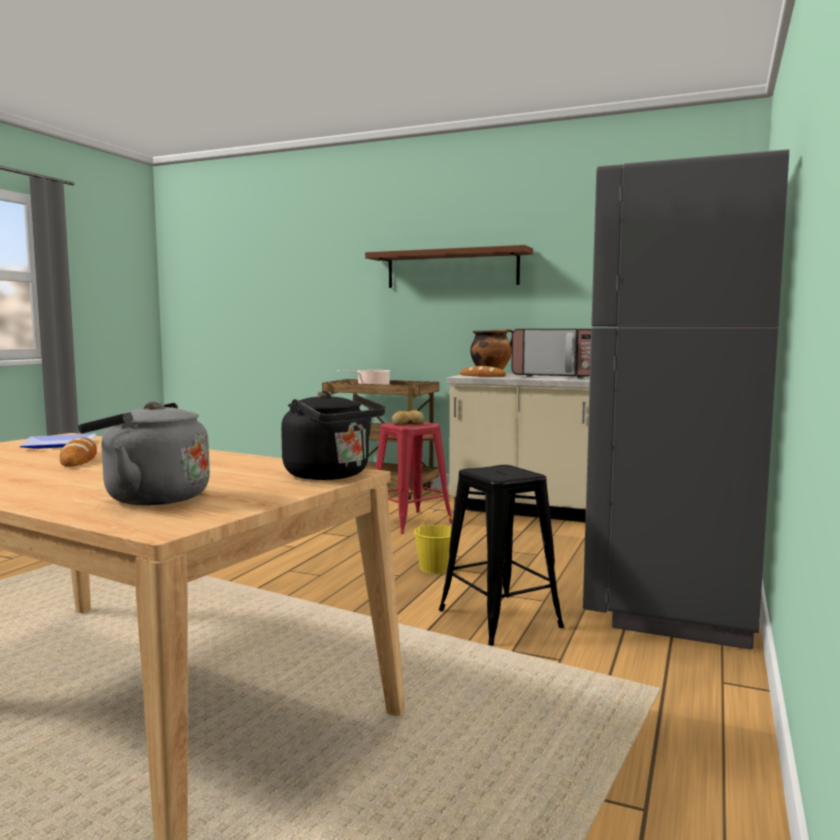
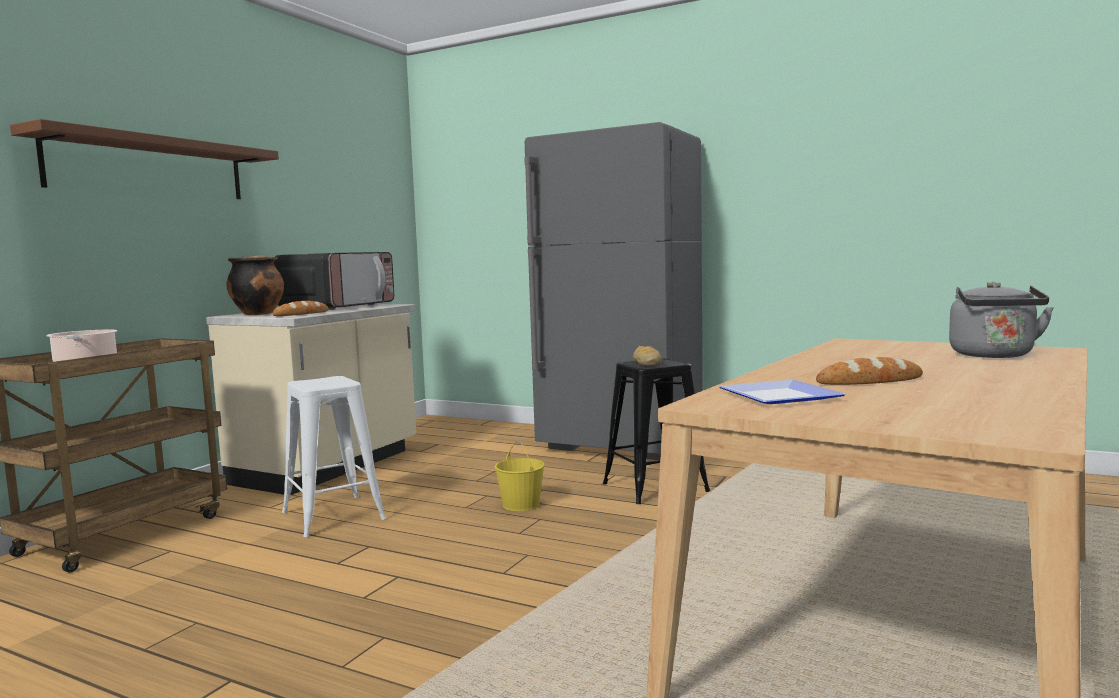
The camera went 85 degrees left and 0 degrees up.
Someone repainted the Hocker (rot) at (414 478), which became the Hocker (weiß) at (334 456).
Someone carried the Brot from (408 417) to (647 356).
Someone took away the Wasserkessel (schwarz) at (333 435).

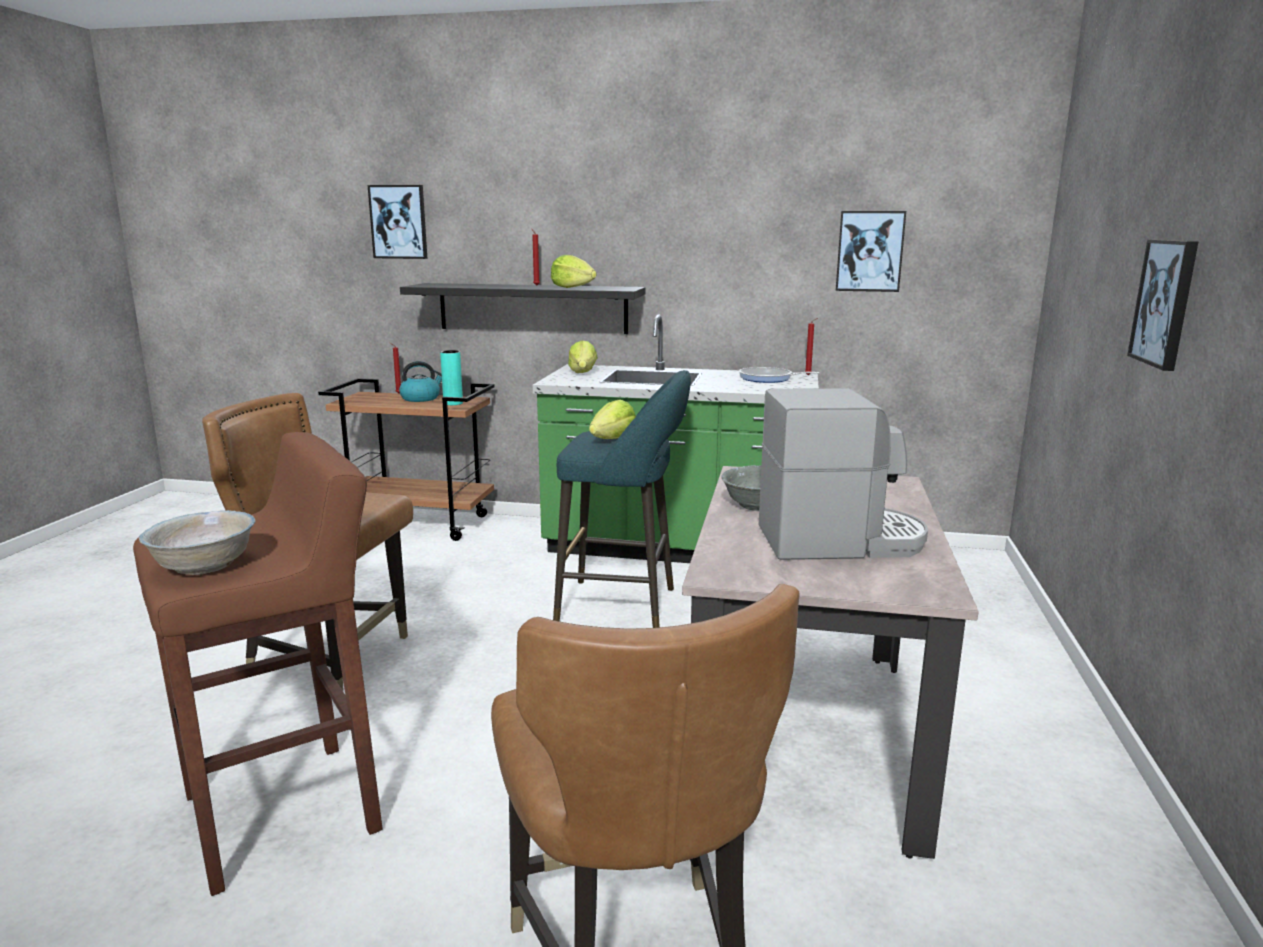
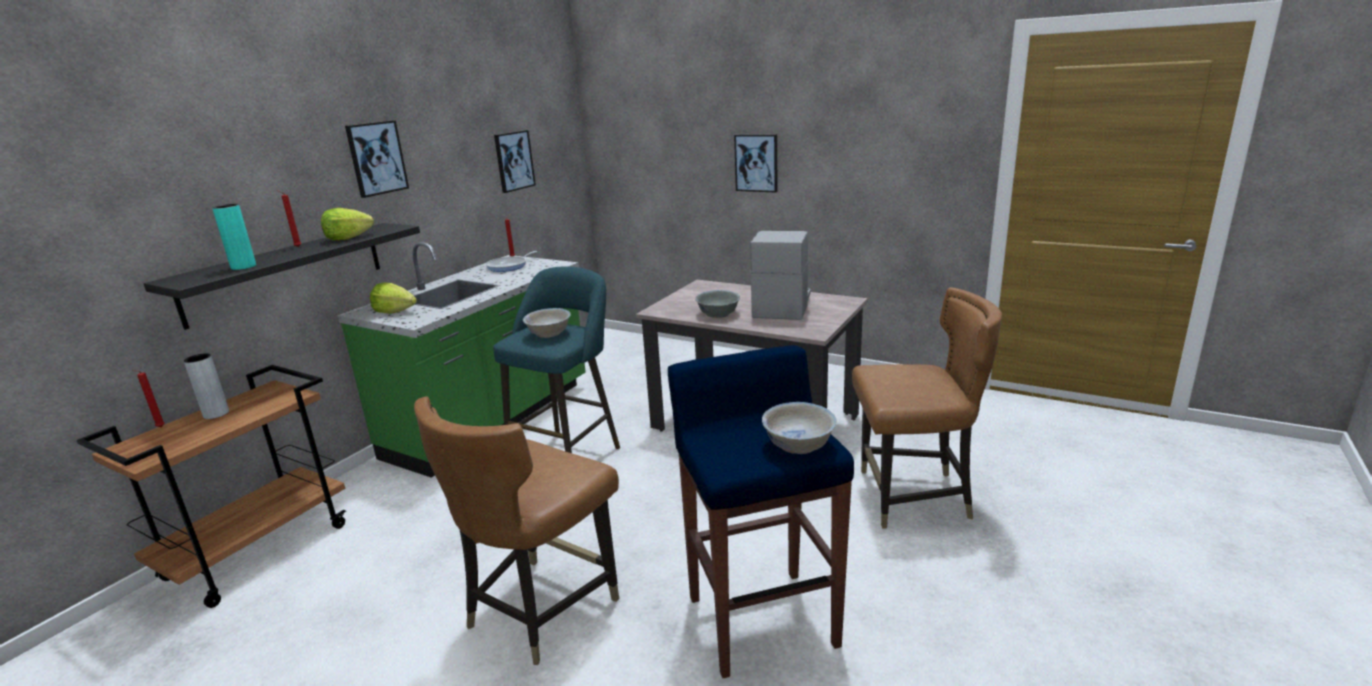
The camera went 70 degrees left and 5 degrees up.
Someone swapped the Wasserkessel at (420 381) for the Vase (grau) at (206 386).
Someone carried the Vase (türkis) from (451 377) to (234 237).
Someone carried the Bild from (397 222) to (377 159).
Someone swapped the Salatkopf at (612 419) for the Schüssel (weiß) at (547 323).
Someone repainted the Hocker (braun) at (258 664), which became the Hocker (blau) at (761 511).

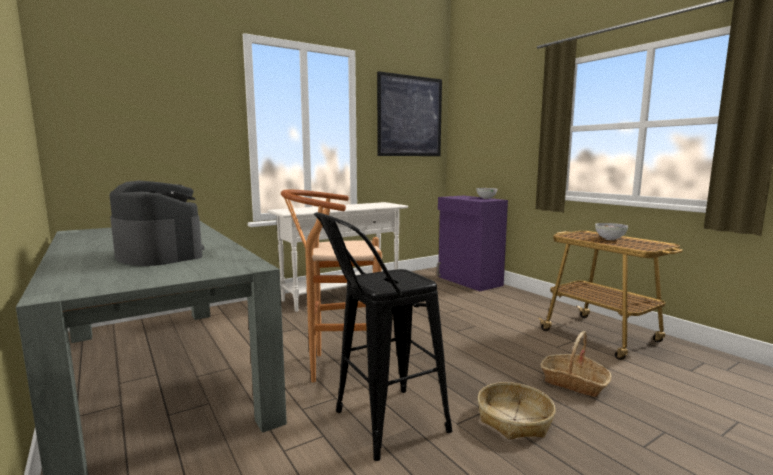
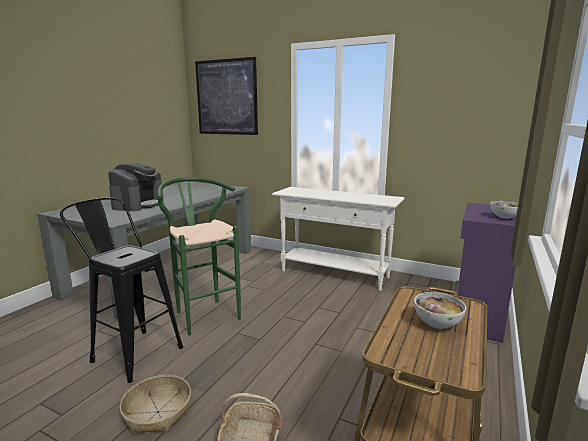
The camera went 60 degrees right and 5 degrees up.
Someone repainted the Hocker (braun) at (331 286), which became the Hocker (grün) at (199 256).
Someone carried the Bild from (409 113) to (226 96).

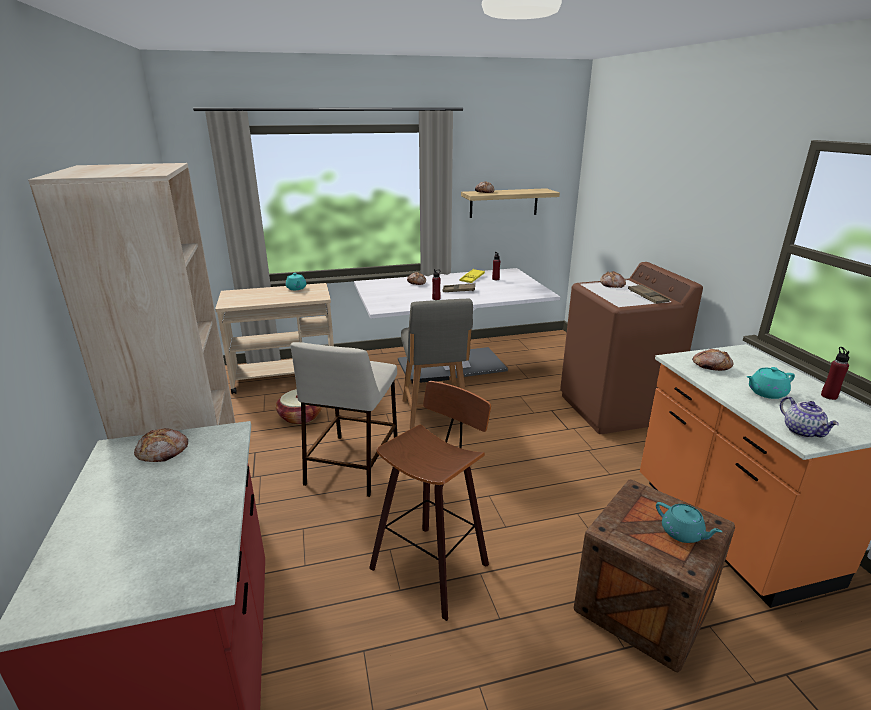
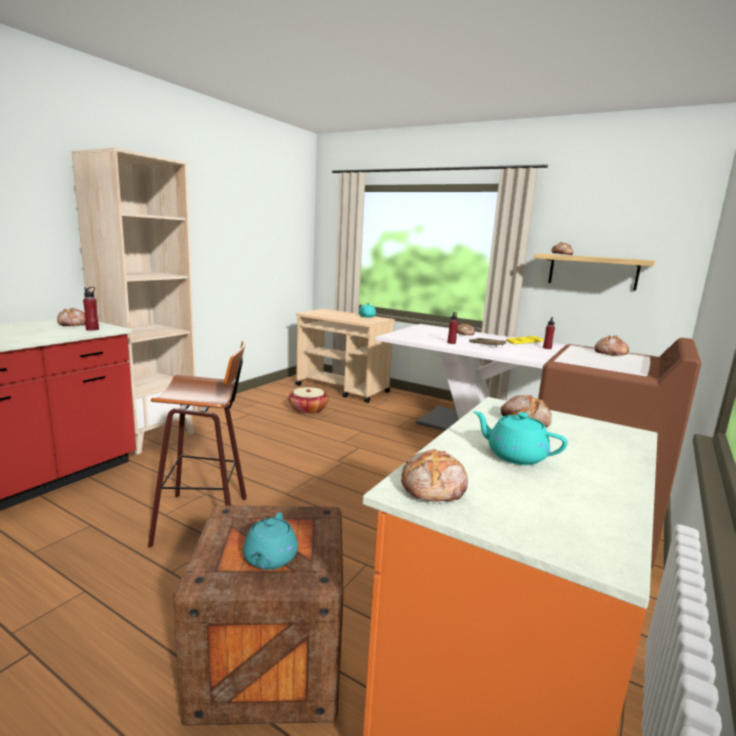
The camera went 45 degrees right and 10 degrees down.
Someone carried the Flasche (rot) from (835 373) to (91 309).
Someone swapped the Teekanne at (809 417) for the Brot at (434 475).
Someone took away the Hocker (beige) at (344 419).
Someone took away the Stuhl (grau) at (437 364).
Someone took away the Tablett (braun) at (649 294).

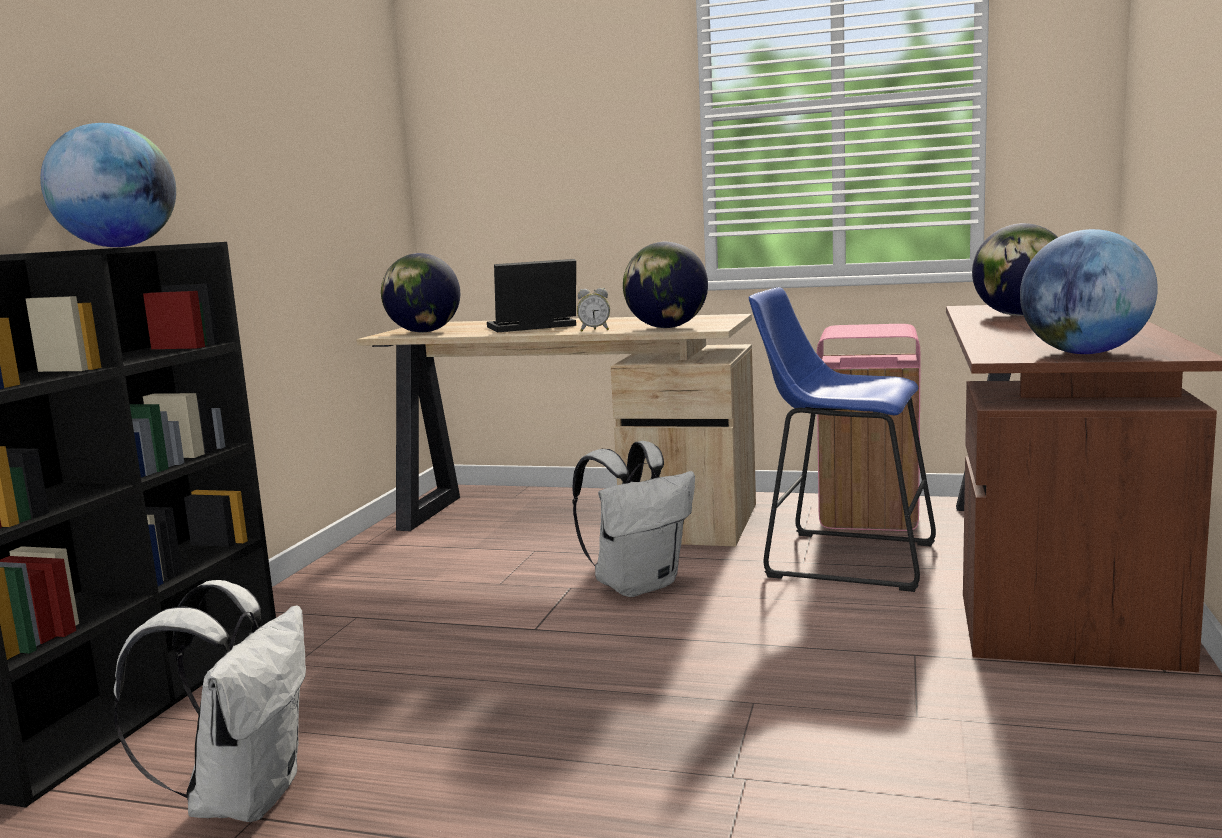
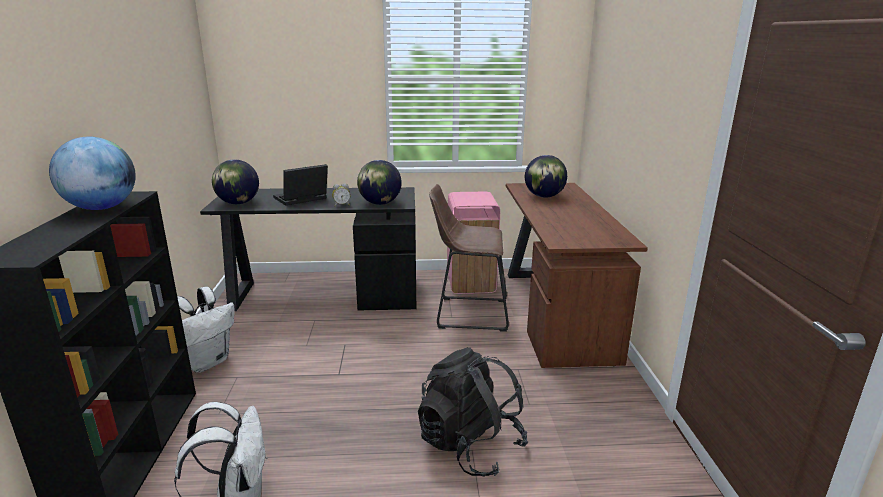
The camera went 20 degrees left and 10 degrees up.
Someone carried the Rucksack (weiß) from (633 519) to (206 329).
Someone repainted the Schreibtisch (beige) at (556 430), which became the Schreibtisch (schwarz) at (308 249).
Someone put down the Rucksack (schwarz) at (473 412).
Someone repainted the Hocker (blau) at (842 439), which became the Hocker (braun) at (469 258).
Someone took away the Globus at (1089 291).

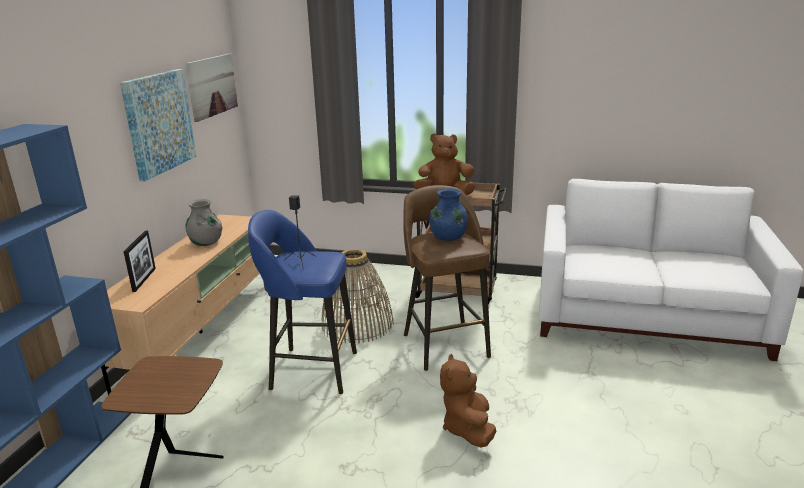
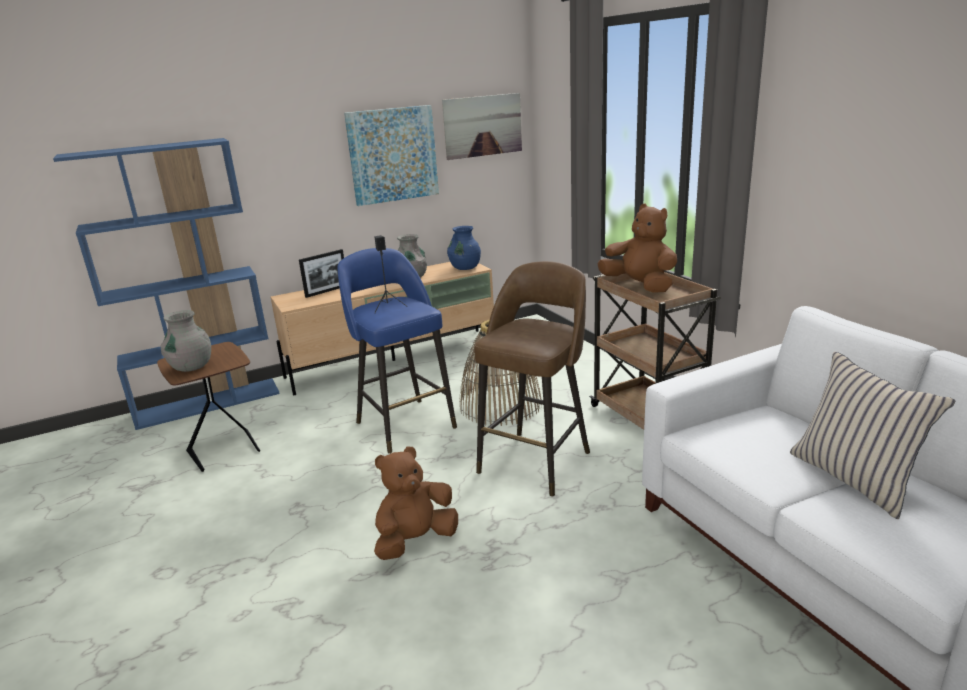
The camera went 50 degrees right and 0 degrees up.
Someone put down the Vase (grau) at (186 341).
Someone carried the Vase (blau) from (448 214) to (464 248).
Someone put down the Kissen (beige) at (873 435).

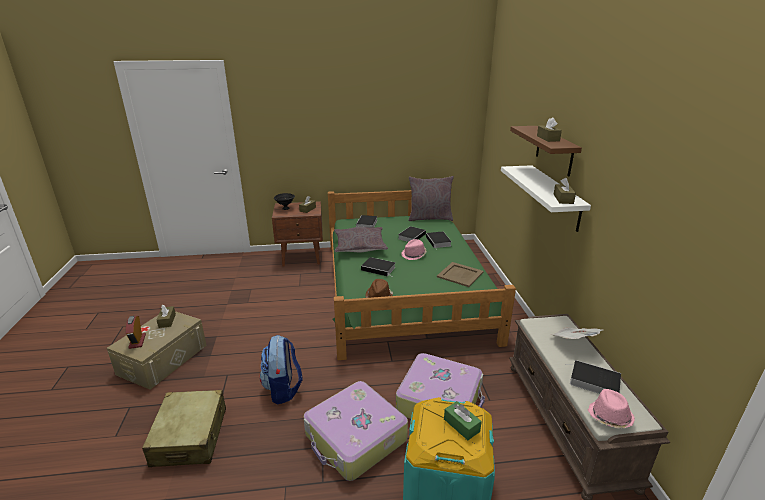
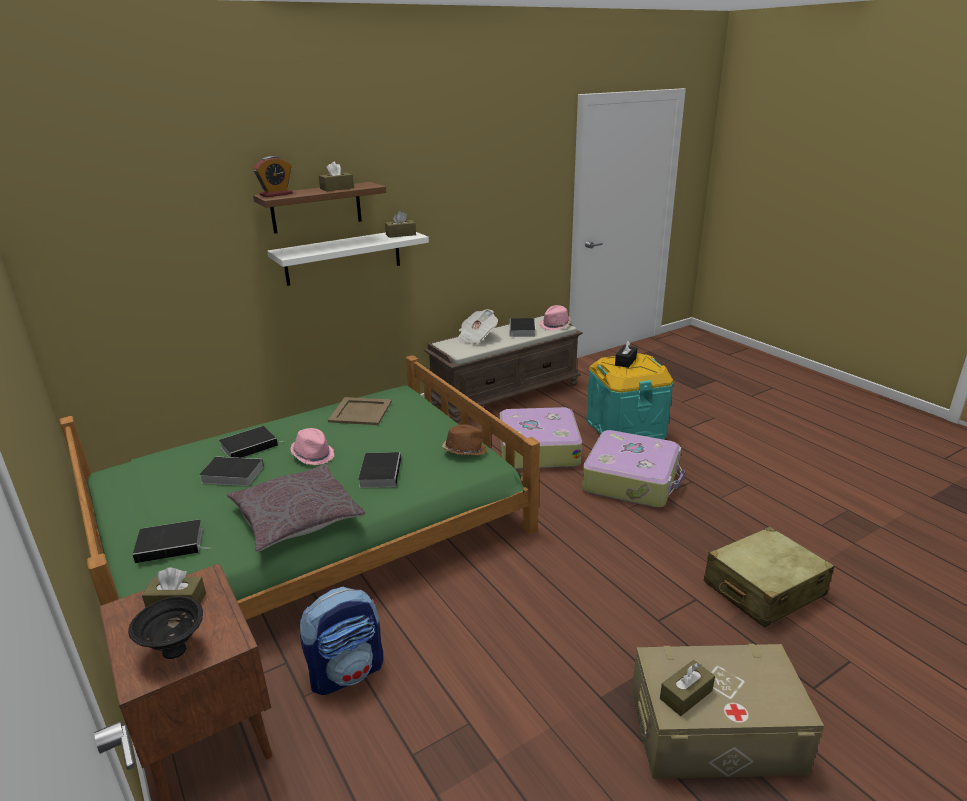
The camera went 115 degrees left and 0 degrees up.
Someone carried the Wecker from (136 332) to (273 176).
Someone carried the Rucksack from (281 370) to (341 641).
Someone repainted the Taschentuchbox (grün) at (463 420), which became the Taschentuchbox (schwarz) at (626 354).
Someone took away the Kissen (grau) at (431 198).

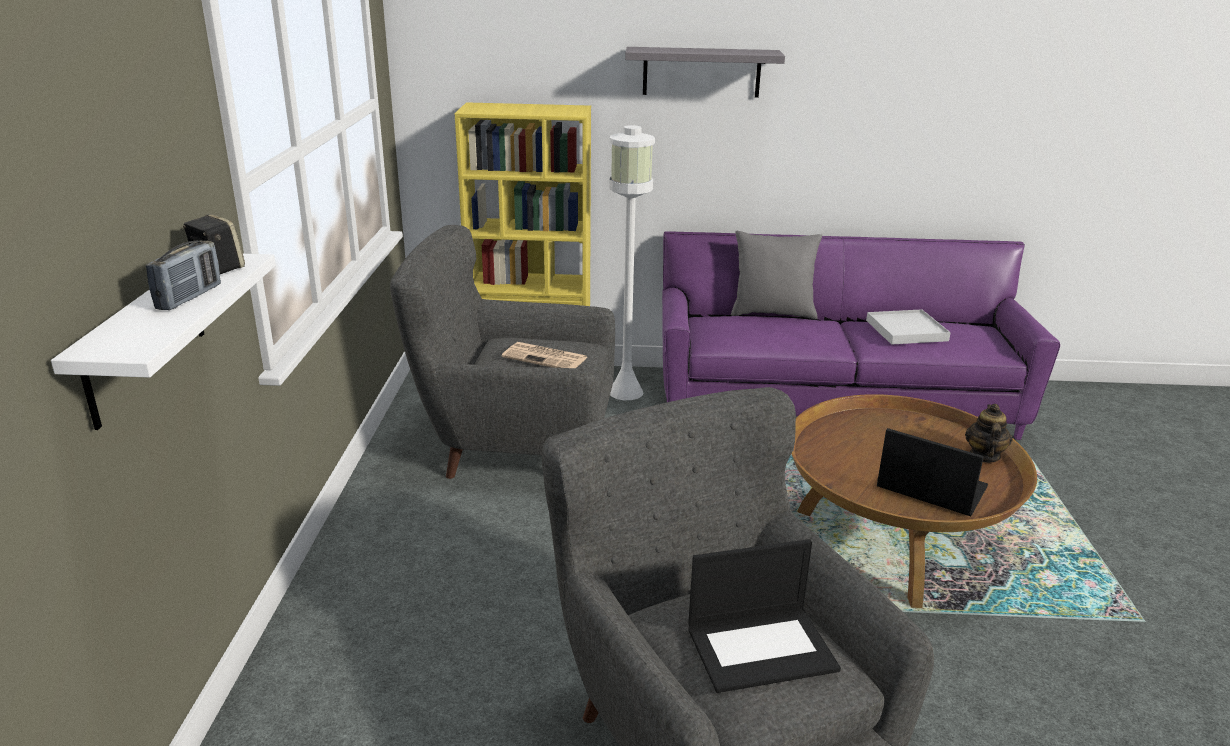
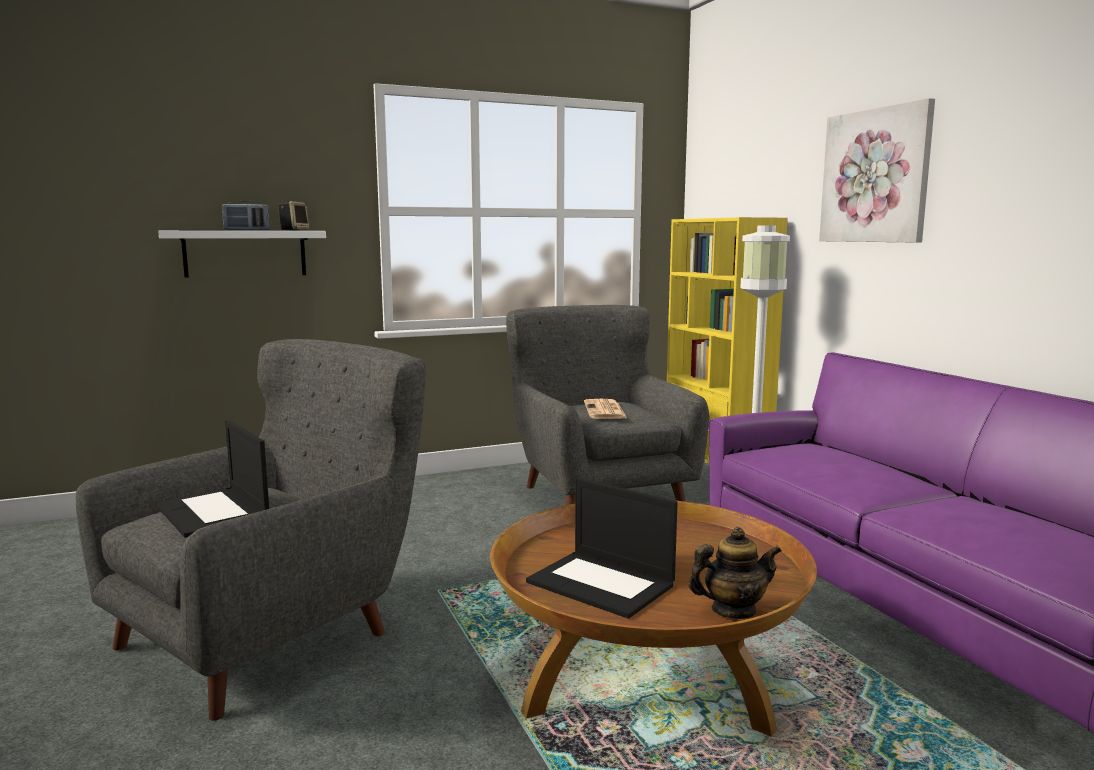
The camera went 65 degrees right and 15 degrees down.
Someone rotated the Laptop at (932 472) by 120 degrees clockwise.
Someone swapped the Wandregal (grau) at (705 72) for the Bild at (877 170).
Someone took away the Kissen (grau) at (776 275).
Someone took away the Tablett (weiß) at (908 326).

